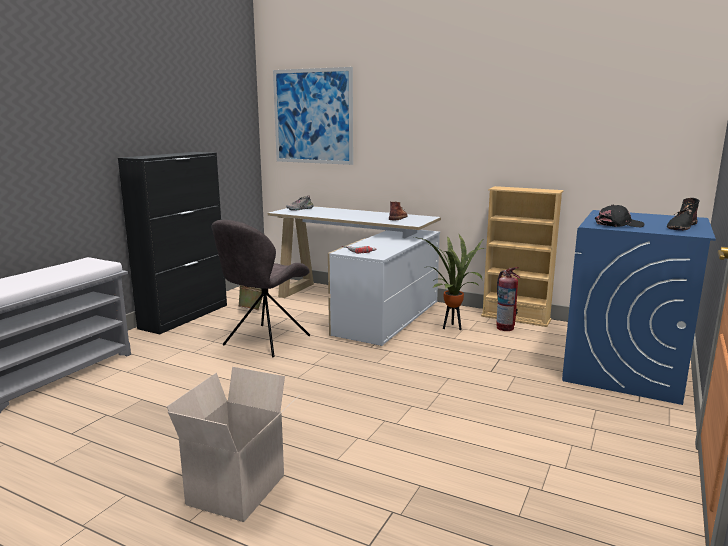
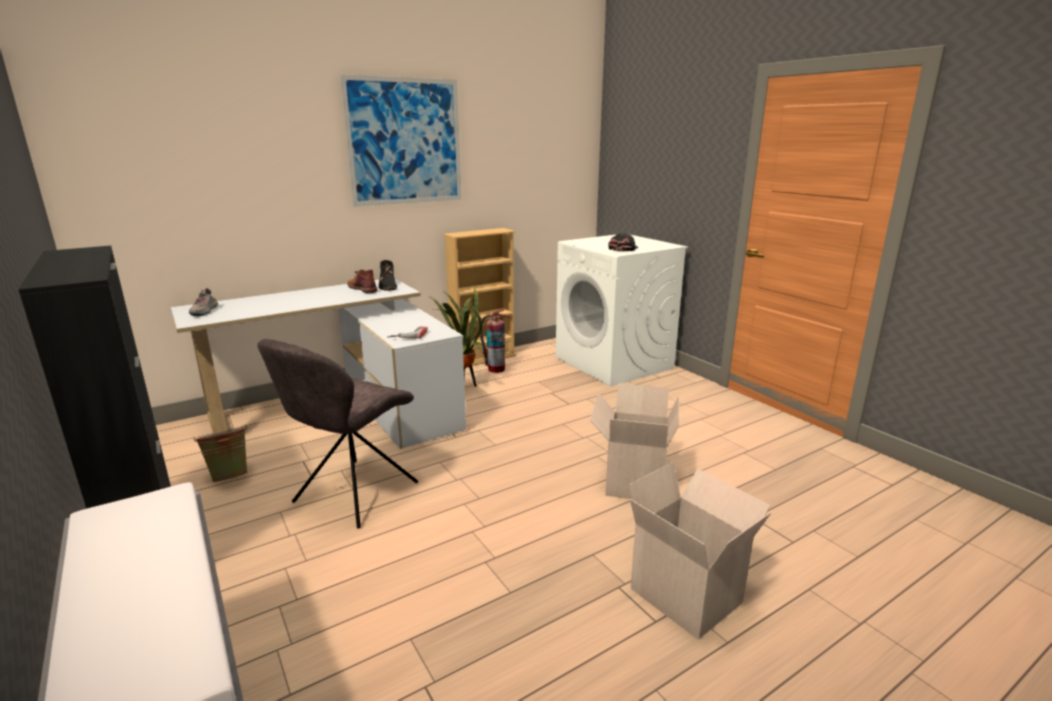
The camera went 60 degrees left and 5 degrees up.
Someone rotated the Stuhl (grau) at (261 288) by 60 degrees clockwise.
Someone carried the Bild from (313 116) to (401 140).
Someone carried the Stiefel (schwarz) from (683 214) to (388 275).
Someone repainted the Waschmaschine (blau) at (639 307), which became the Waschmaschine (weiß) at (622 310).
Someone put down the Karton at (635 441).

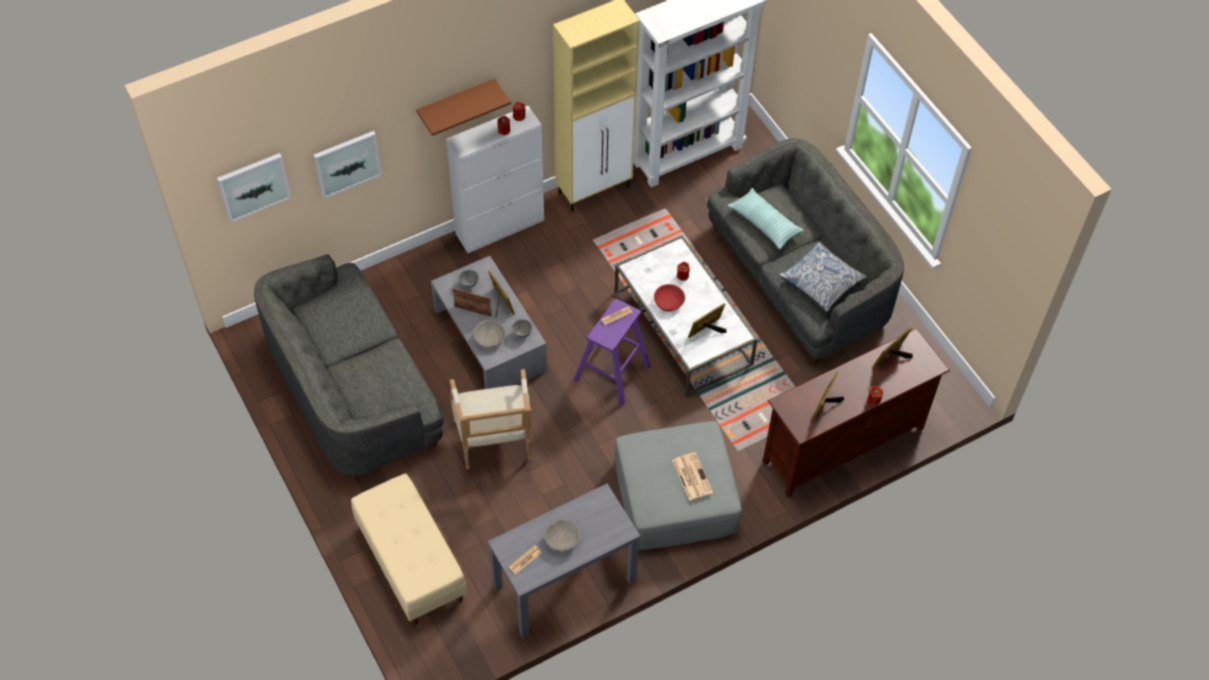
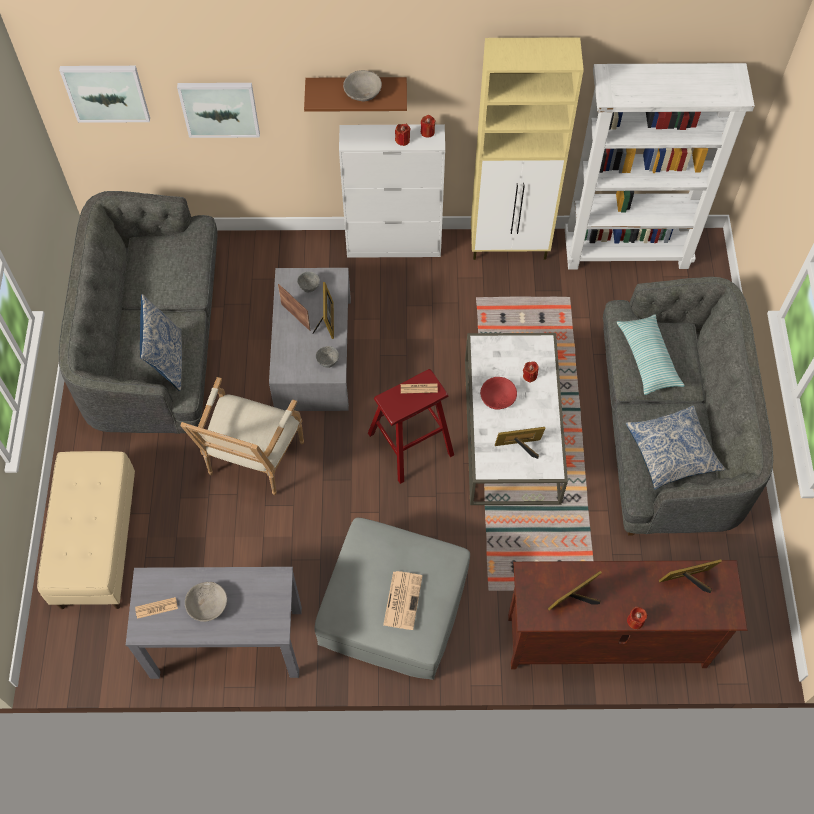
The camera went 30 degrees right and 5 degrees up.
Someone put down the Kissen at (161 342).
Someone carried the Schüssel (grau) from (490 334) to (362 85).
Someone repainted the Hocker (lila) at (612 352), which became the Hocker (rot) at (411 426).

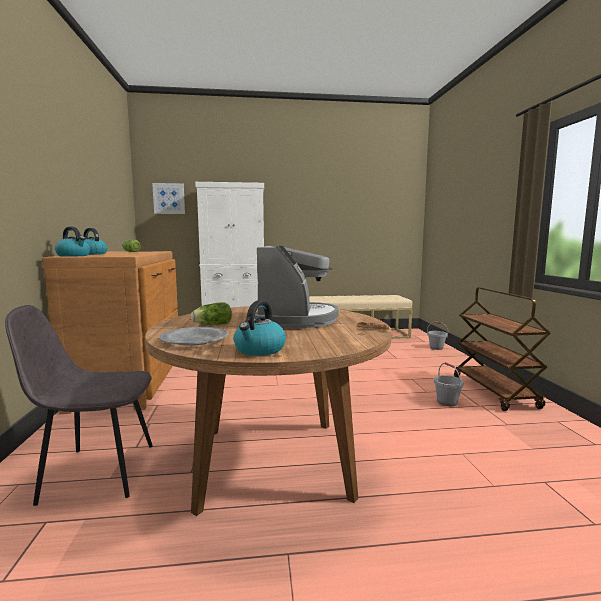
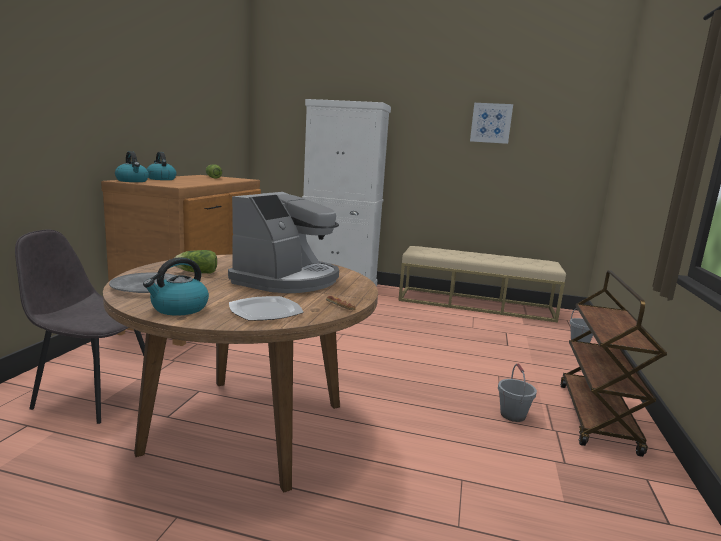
The camera went 20 degrees right and 5 degrees up.
Someone put down the Teller at (266 308).
Someone carried the Bild from (168 198) to (491 123).

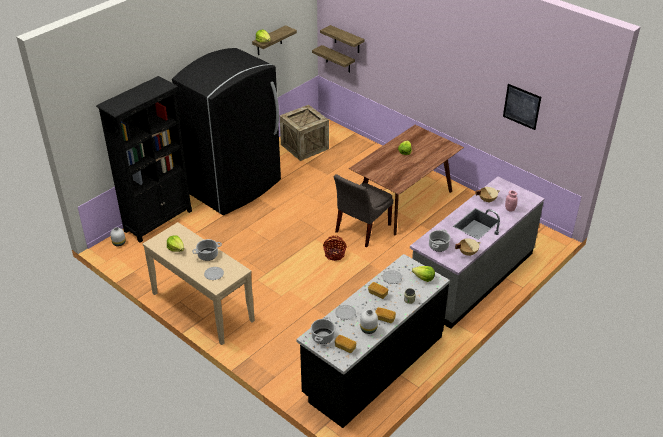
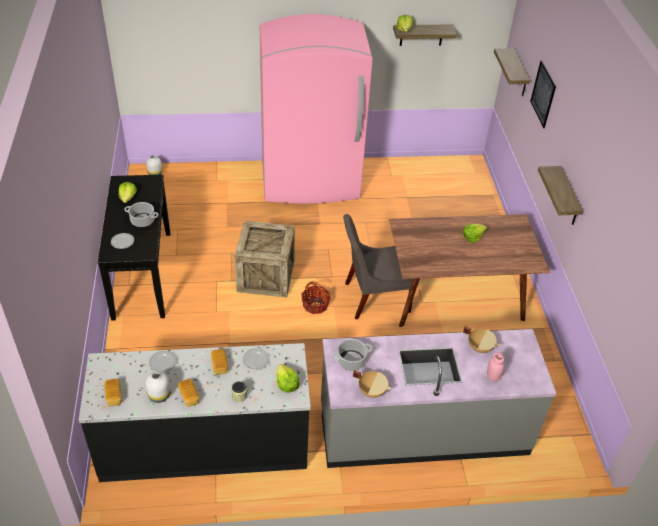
The camera went 40 degrees right and 5 degrees up.
Someone repainted the Konsolentisch (beige) at (199 283), which became the Konsolentisch (schwarz) at (134 248).
Someone carried the Kiste from (304 133) to (265 259).
Someone repainted the Kühlschrank (schwarz) at (226 131), which became the Kühlschrank (rosa) at (316 109).
Someone carried the Bild from (522 107) to (543 94).
Someone carried the Wandregal from (333 58) to (560 195).
Someone took away the Bücherregal (schwarz) at (144 159).
Someone took away the Kochtopf at (323 330).

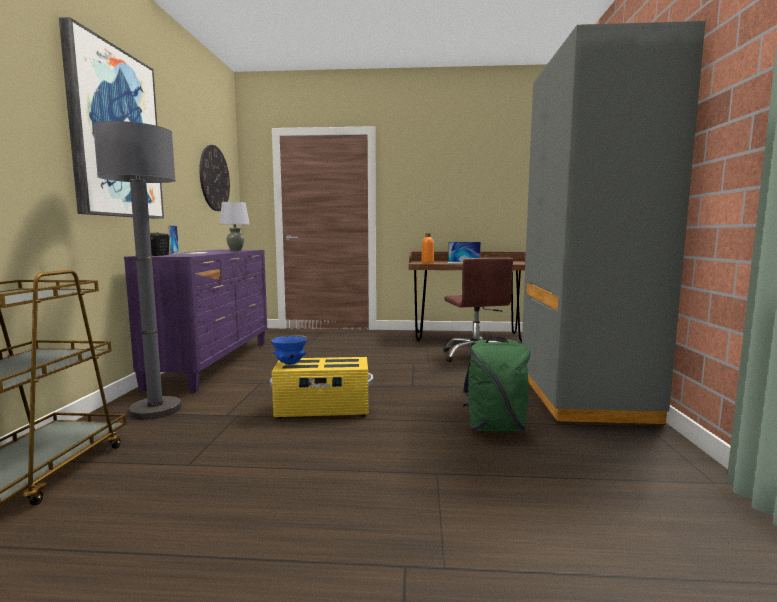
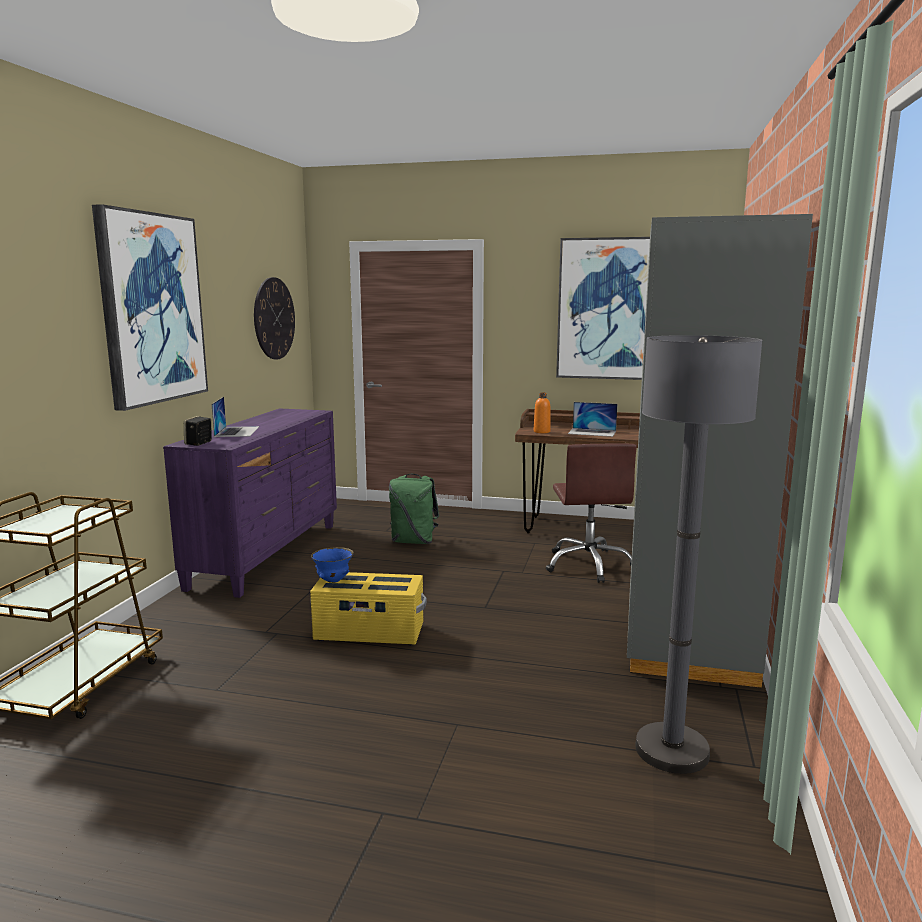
The camera went 10 degrees right and 5 degrees up.
Someone carried the Rucksack (grün) from (496 384) to (414 509).
Someone put up the Bild at (603 308).
Someone carried the Stehlampe (grau) from (137 270) to (698 554).
Someone took away the Tischlampe (grau) at (235 226).

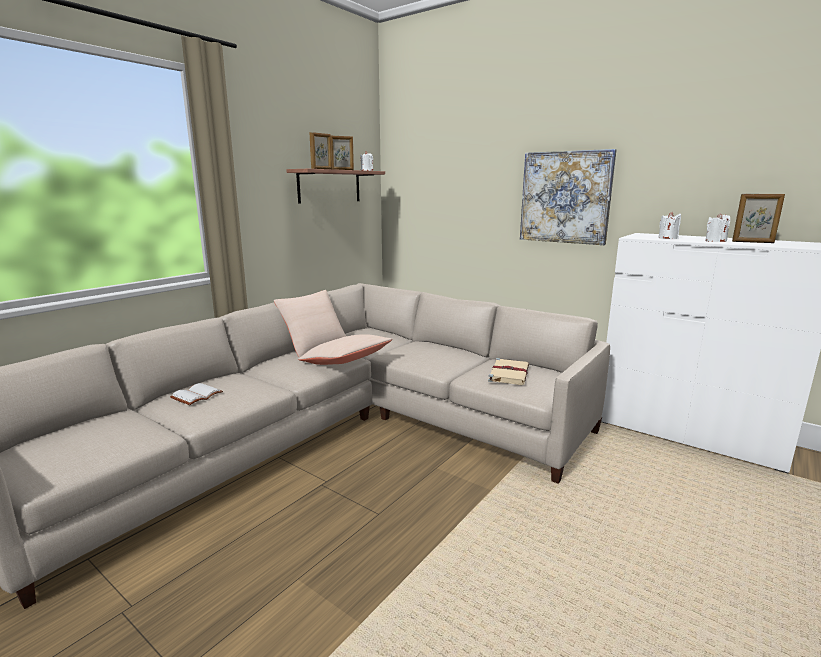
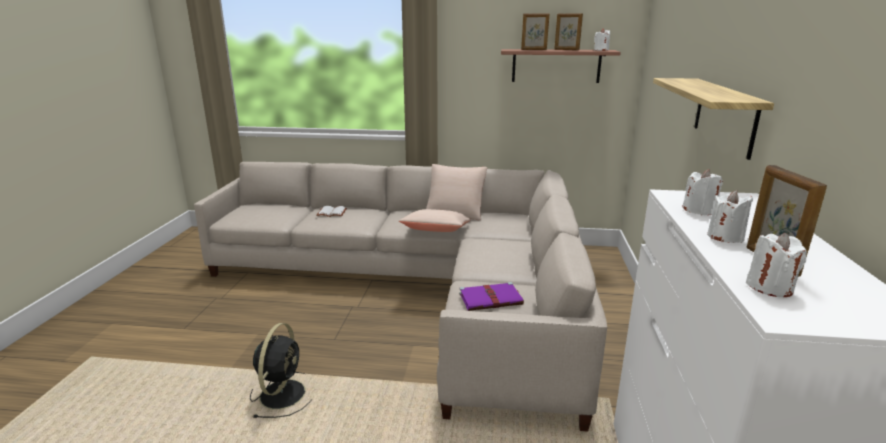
The camera went 60 degrees right and 5 degrees up.
Someone put down the Ventilator (schwarz) at (281 370).
Someone repainted the Buch (beige) at (508 371), which became the Buch (lila) at (491 296).
Someone swapped the Bild at (568 197) for the Wandregal at (713 119).
Someone put down the Kerze (weiß) at (776 265).

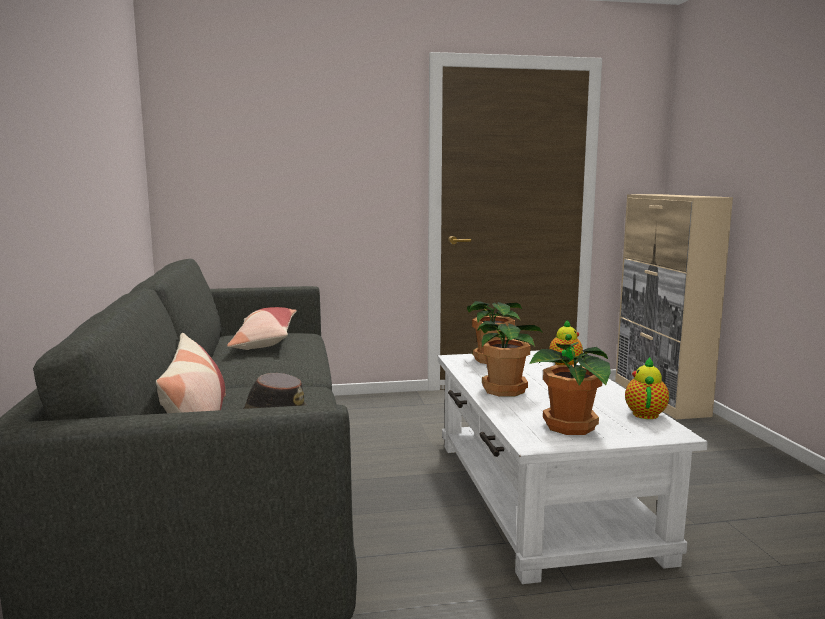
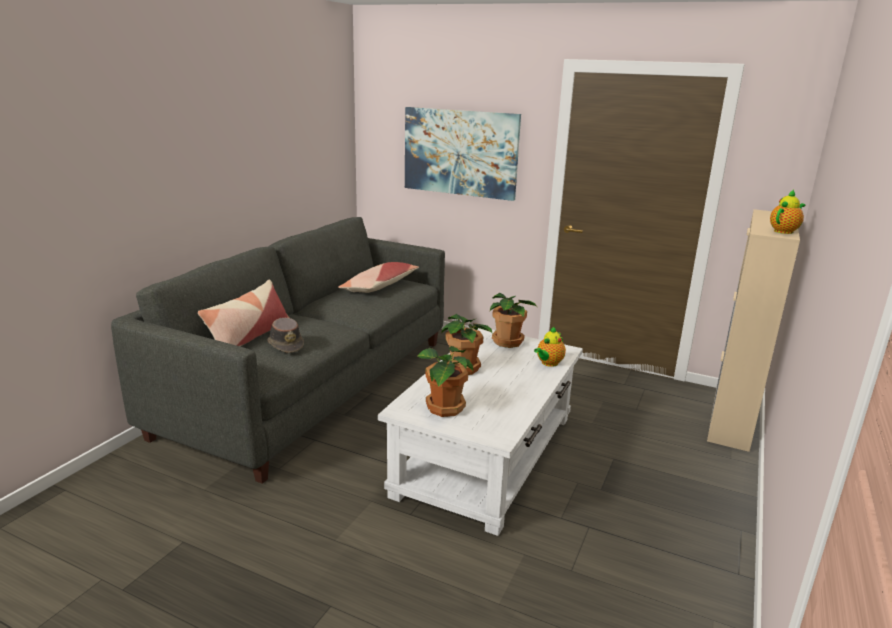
The camera went 35 degrees right and 10 degrees up.
Someone put up the Bild at (463 154).
Someone carried the Teekanne from (647 388) to (787 212).

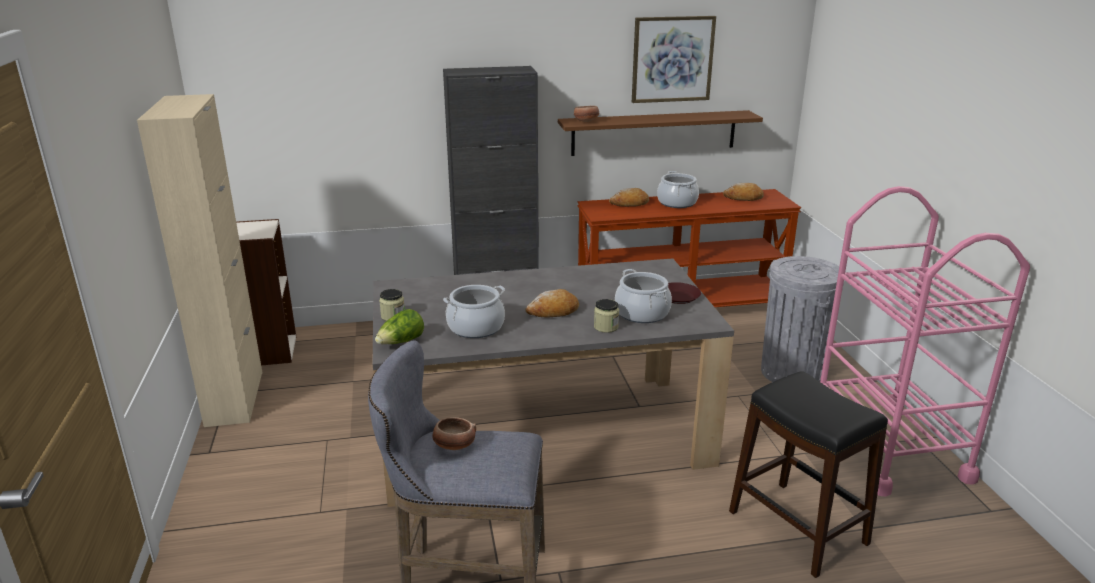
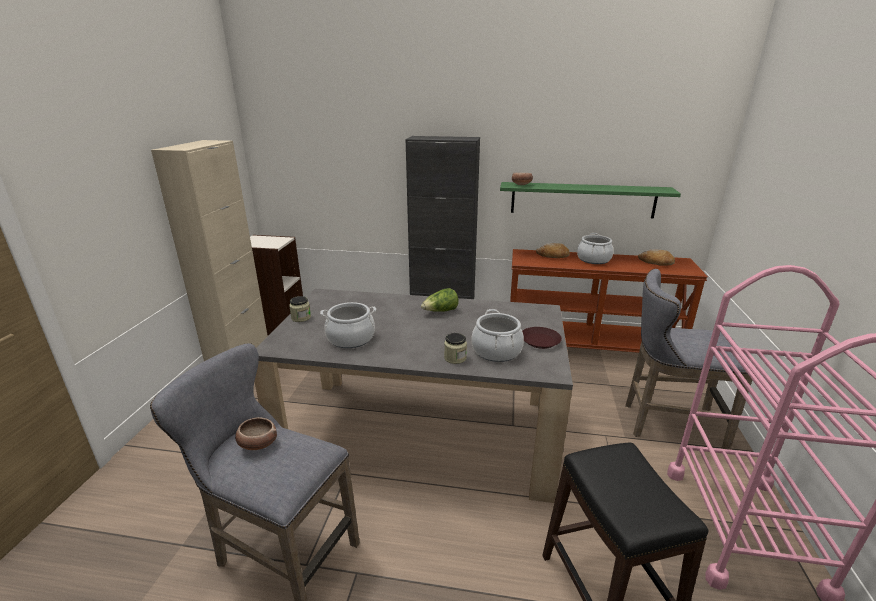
The camera went 20 degrees right and 0 degrees up.
Someone carried the Salatkopf from (399 326) to (440 300).
Someone repainted the Wandregal (braun) at (660 133), which became the Wandregal (grün) at (590 200).
Someone swapped the Mülleimer (grau) at (802 319) for the Hocker (grau) at (689 359).
Someone took away the Brot at (552 303).
Someone took away the Bild at (674 59).

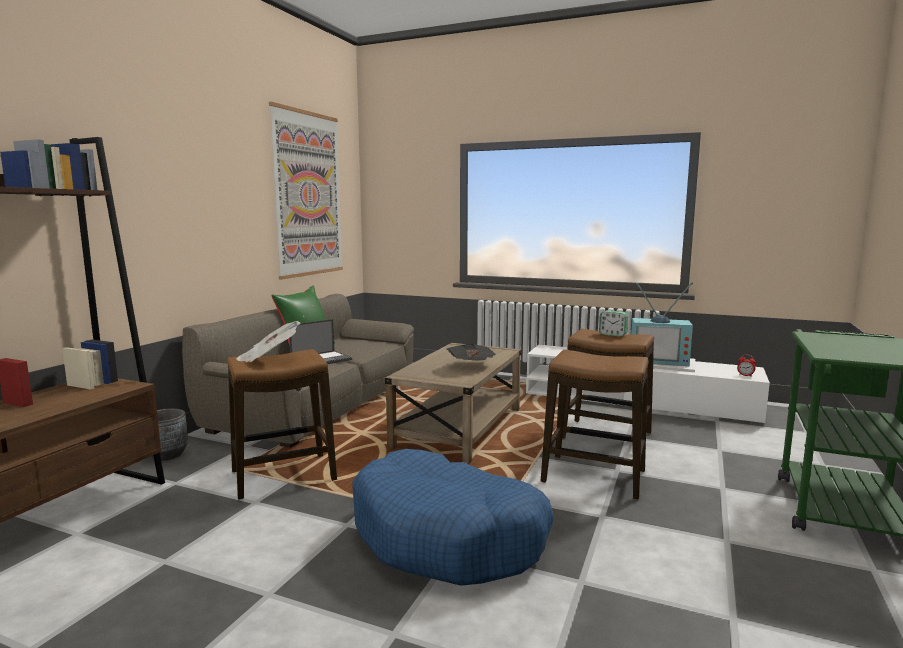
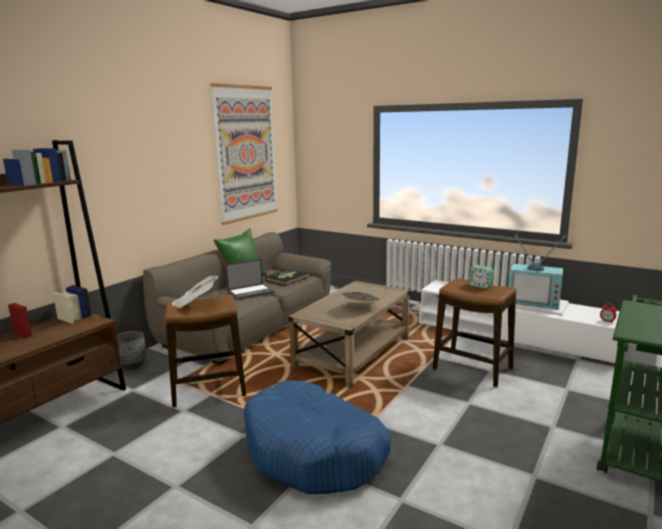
The camera went 10 degrees right and 5 degrees up.
Someone put down the Buch at (286 277).
Someone took away the Hocker at (595 425).

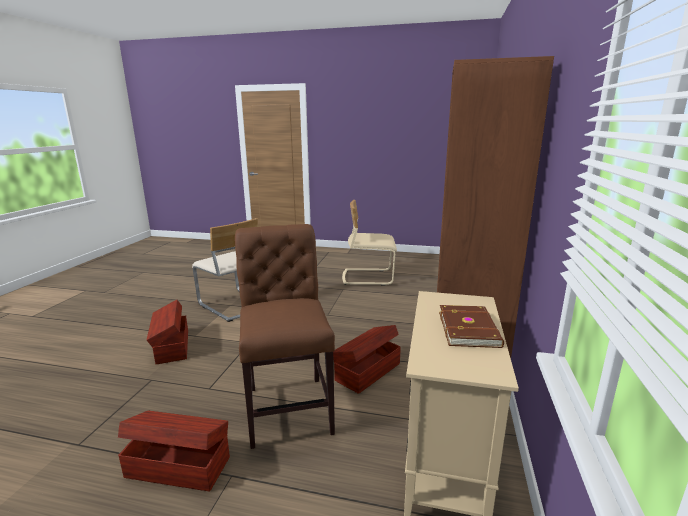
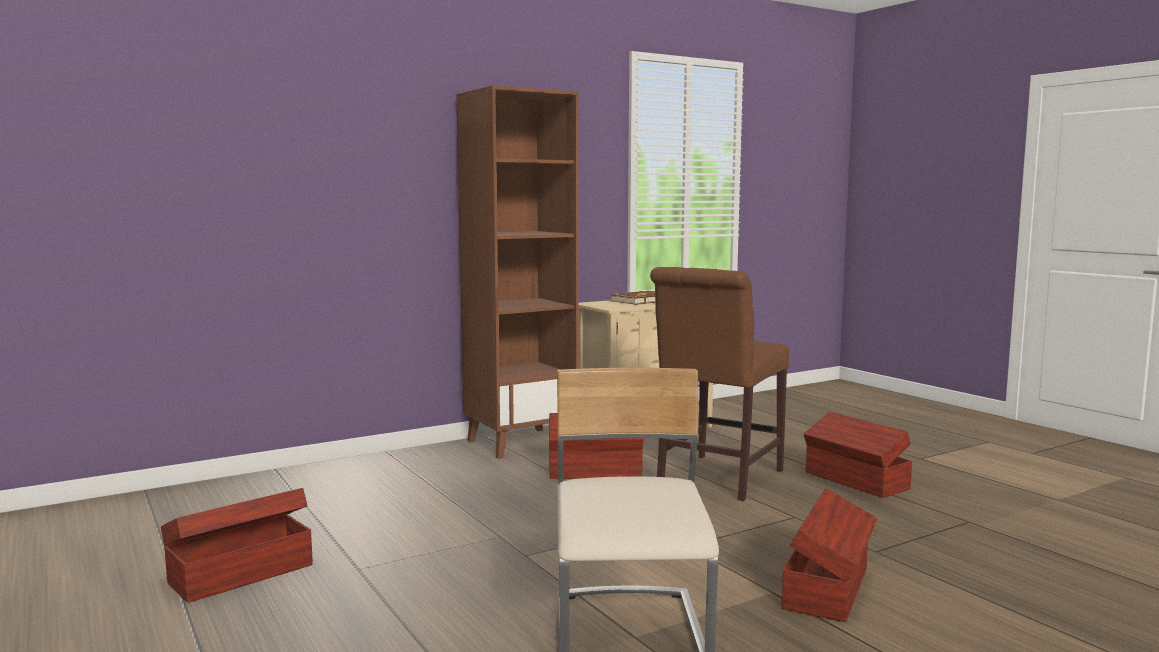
The camera went 135 degrees left and 10 degrees down.
Someone swapped the Stuhl (beige) at (369 243) for the Aufbewahrungsbox (braun) at (237 545).

